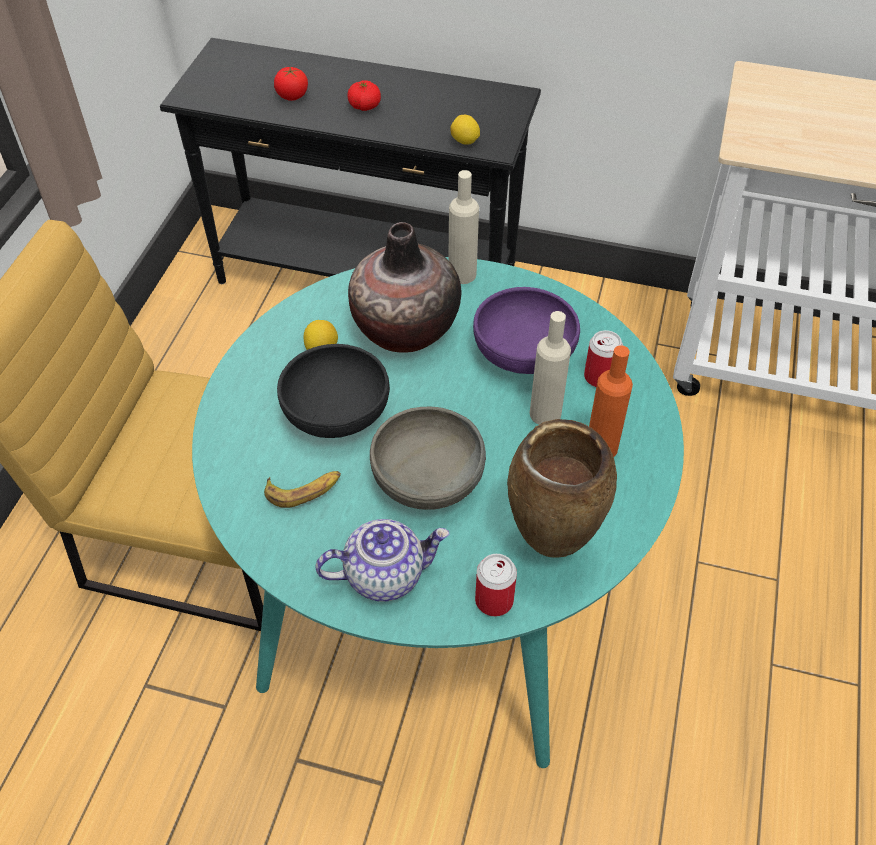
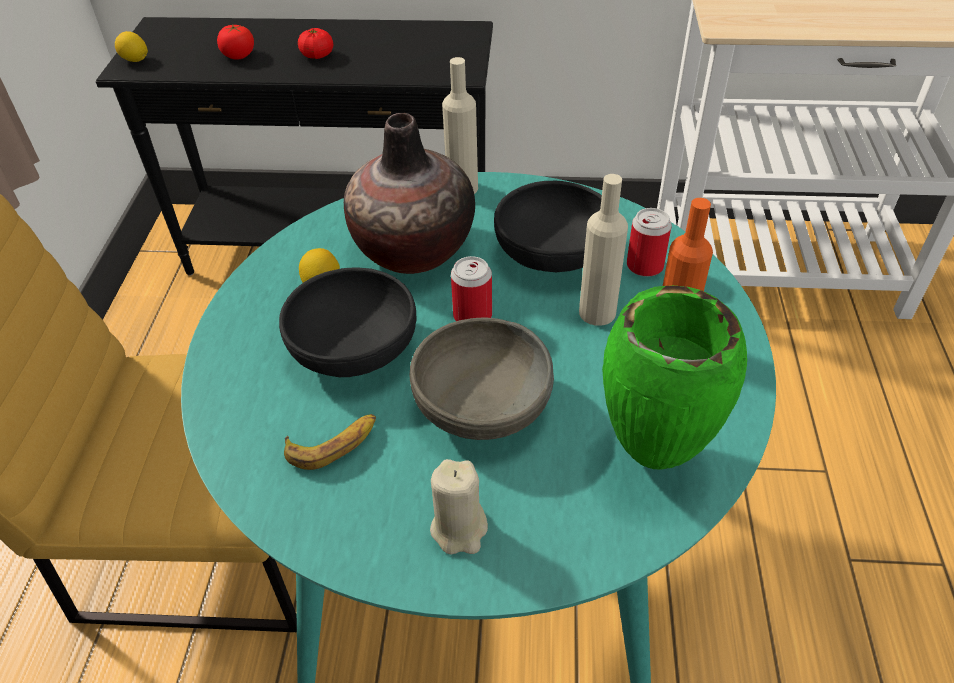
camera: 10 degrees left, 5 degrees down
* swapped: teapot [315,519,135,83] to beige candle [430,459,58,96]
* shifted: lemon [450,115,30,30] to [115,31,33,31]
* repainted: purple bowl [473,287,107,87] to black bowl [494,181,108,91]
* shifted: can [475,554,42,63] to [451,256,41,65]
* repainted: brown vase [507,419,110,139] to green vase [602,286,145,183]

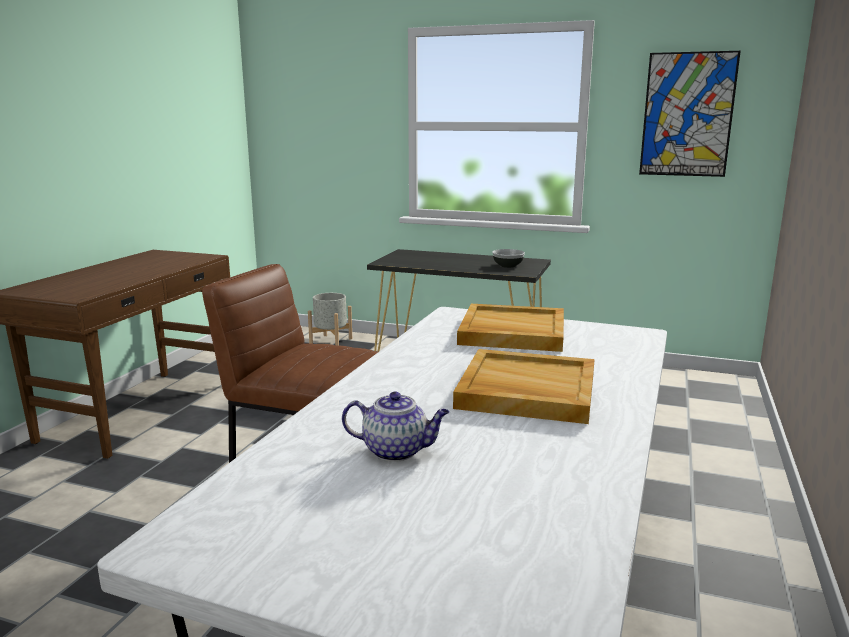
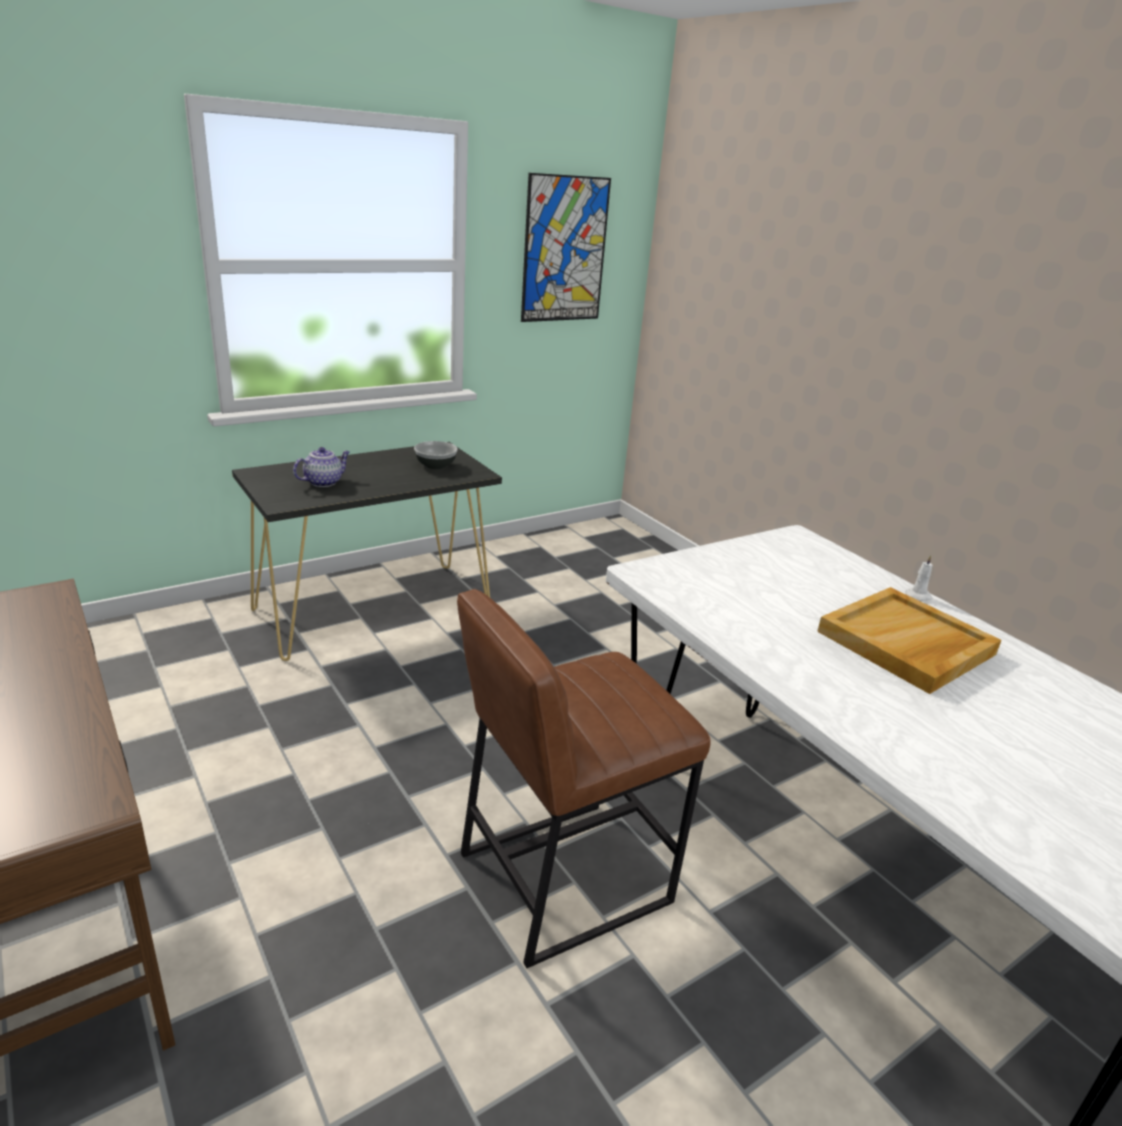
camera: 55 degrees left, 10 degrees up
* gone: grey planter [308,293,44,53]
* shifted: teapot [342,392,108,70] to [293,447,57,40]
* gone: beige tray [457,304,107,48]
* new: white candle [905,555,28,46]

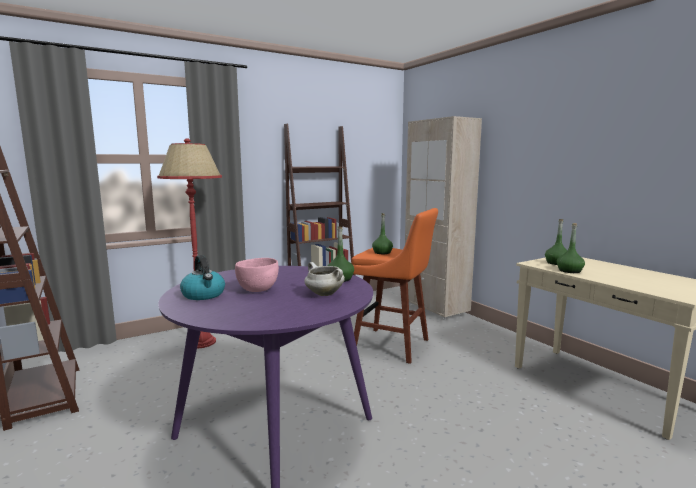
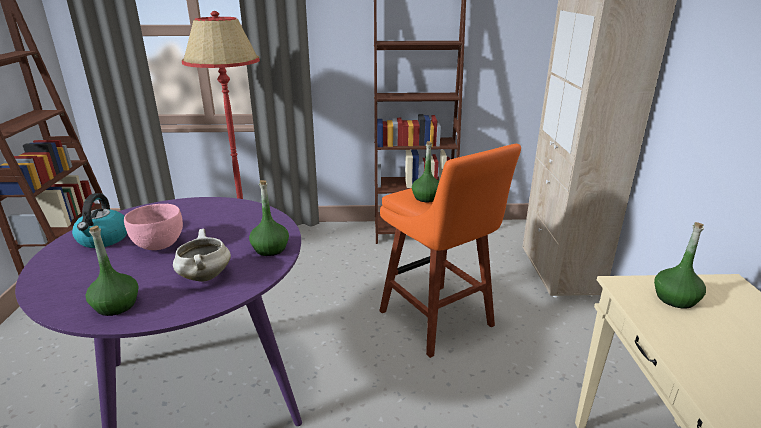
camera: 30 degrees right, 15 degrees up
* shifted: green bottle [557,223,28,50] to [86,226,52,90]

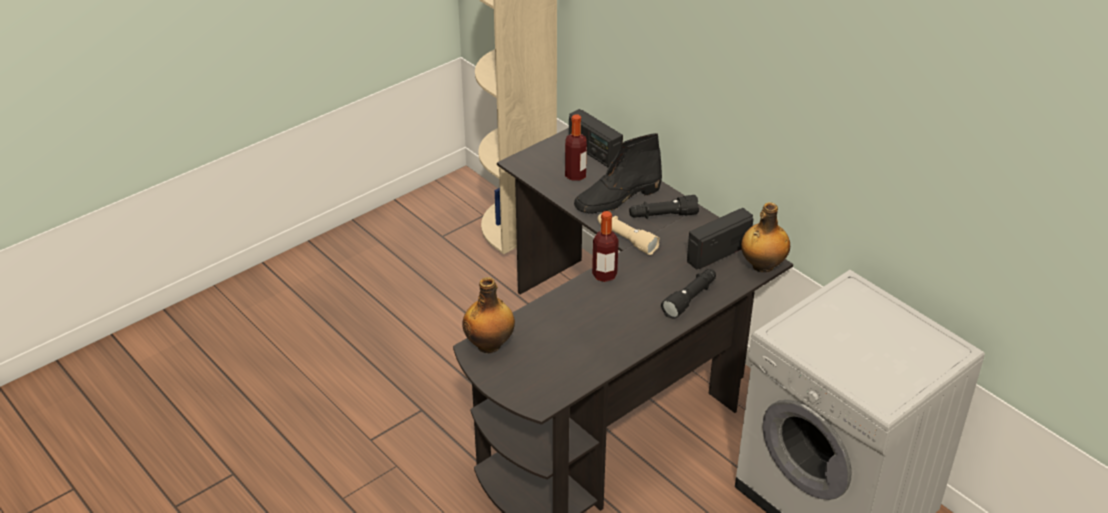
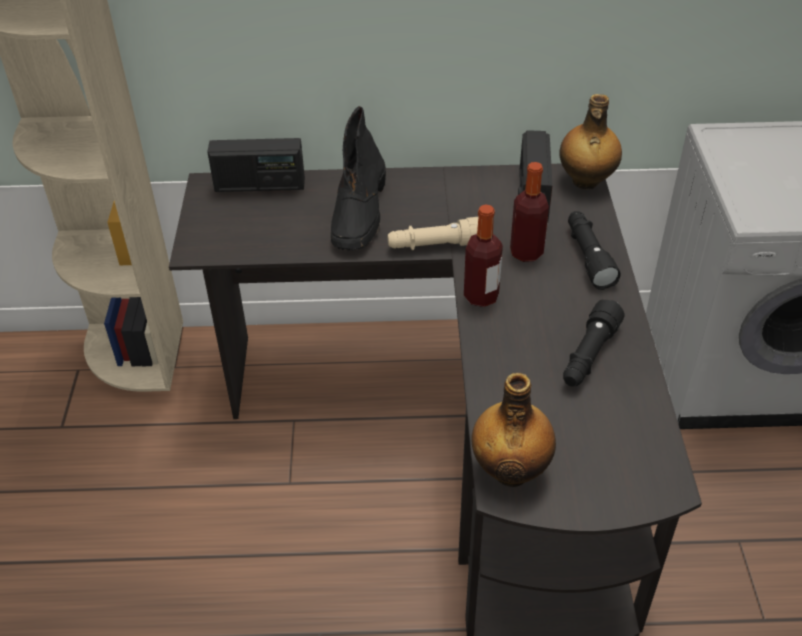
camera: 50 degrees left, 5 degrees up
* shifted: bottle [565,114,22,67] to [510,162,39,100]
* shifted: black flashlight [629,195,70,24] to [563,299,62,88]

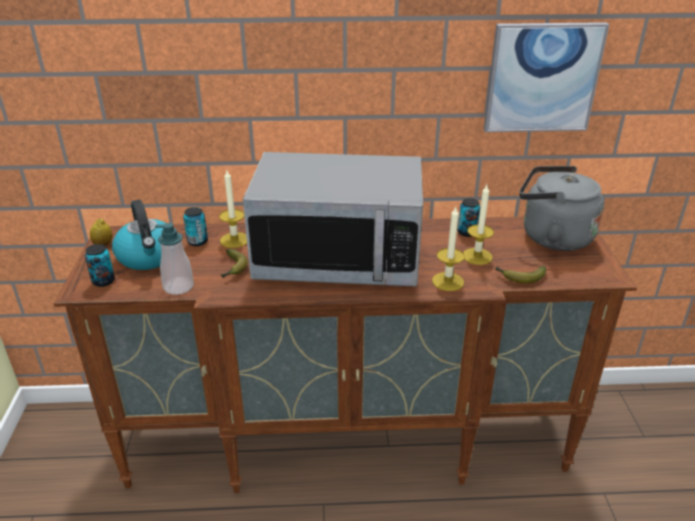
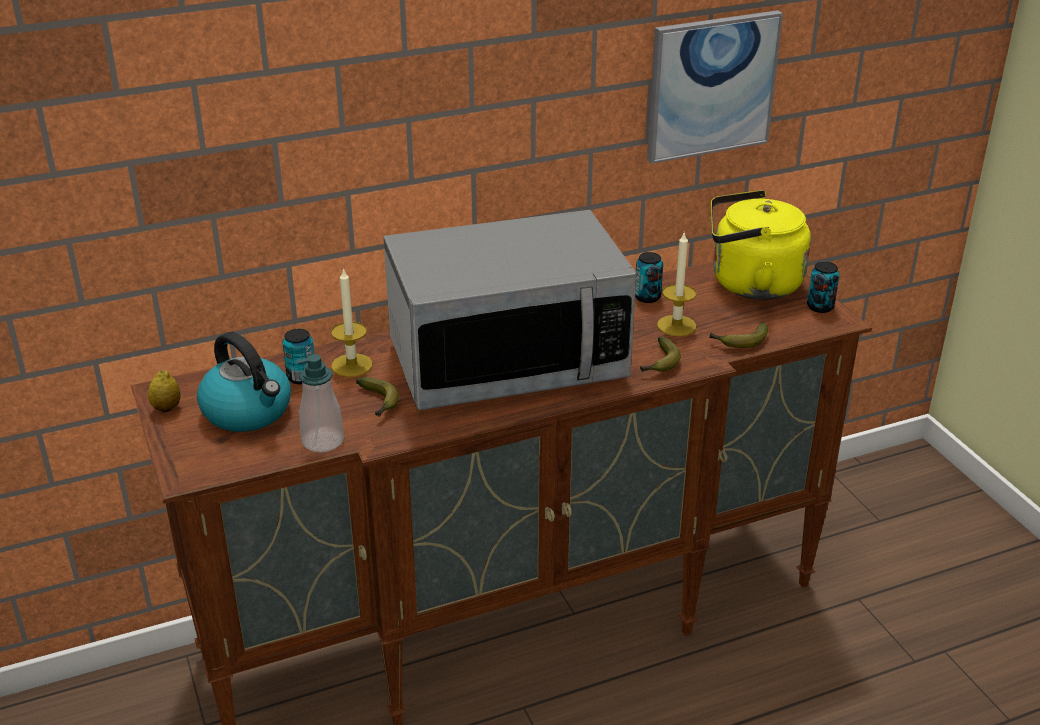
camera: 20 degrees left, 0 degrees up
* shifted: can [85,244,30,43] to [807,262,33,51]
* swapped: candle [432,207,33,84] to banana [640,337,41,35]
* repainted: grey kettle [519,166,85,85] to yellow kettle [711,190,100,110]

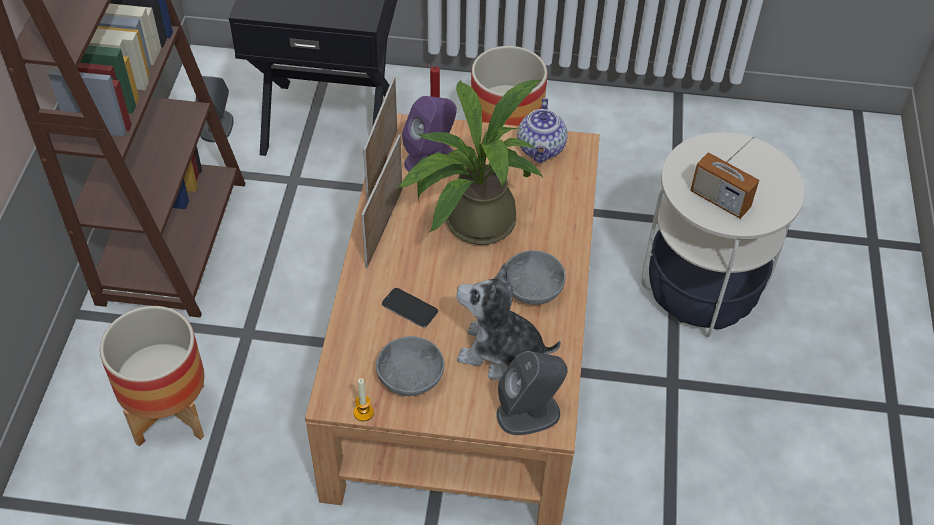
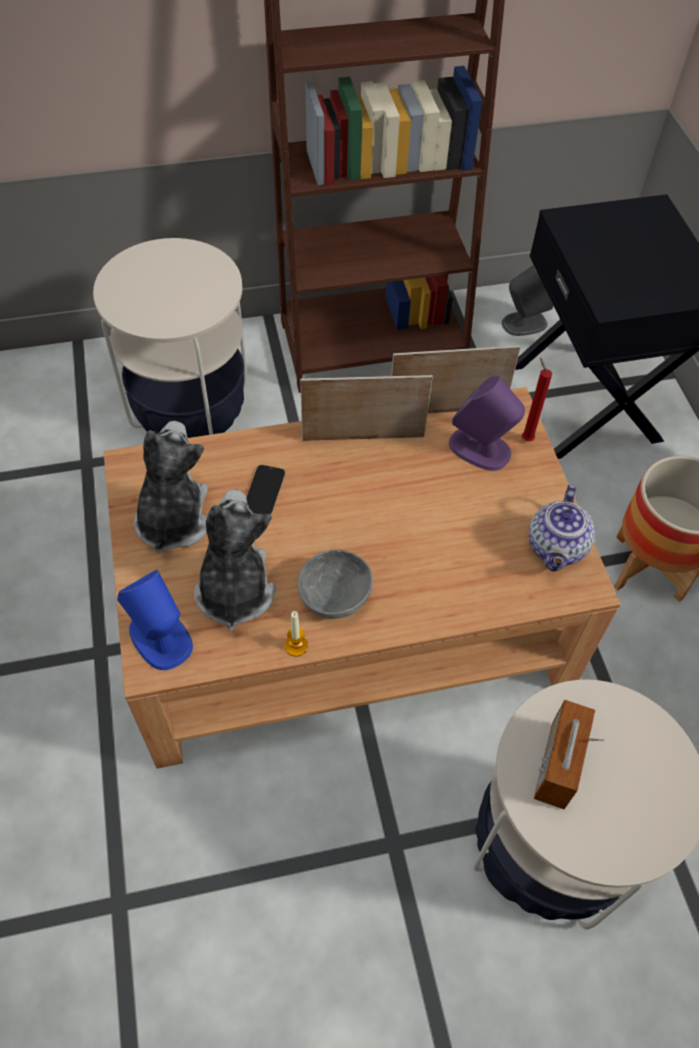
camera: 70 degrees right, 5 degrees up
* swapped: planter [100,306,105,141] to beige side table [93,238,154,200]
* shifted: candle [354,378,20,43] to [285,611,23,46]
* swapped: grey bowl [376,336,69,60] to plush toy [134,421,74,133]
* gone: potted plant [395,80,147,165]
* repainted: grey speaker [496,351,71,84] to blue speaker [117,569,76,101]
* rotated: teapot [518,98,50,65] = [529,484,66,88] 60 degrees counterclockwise

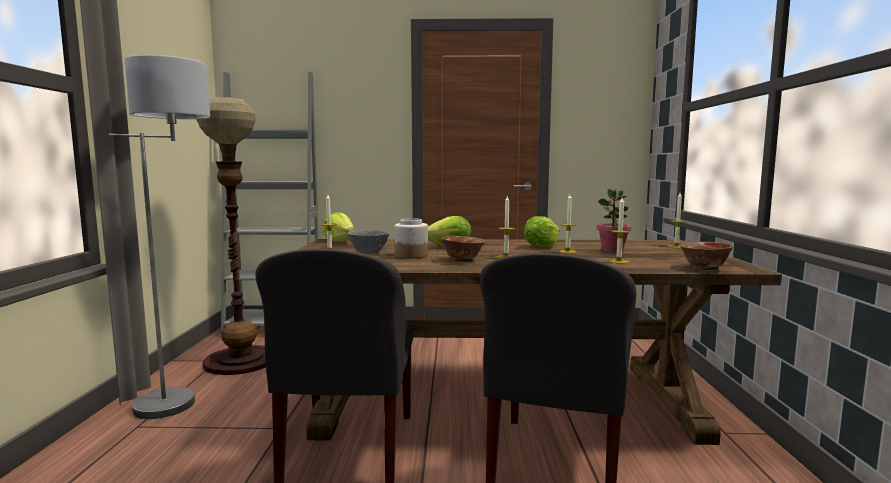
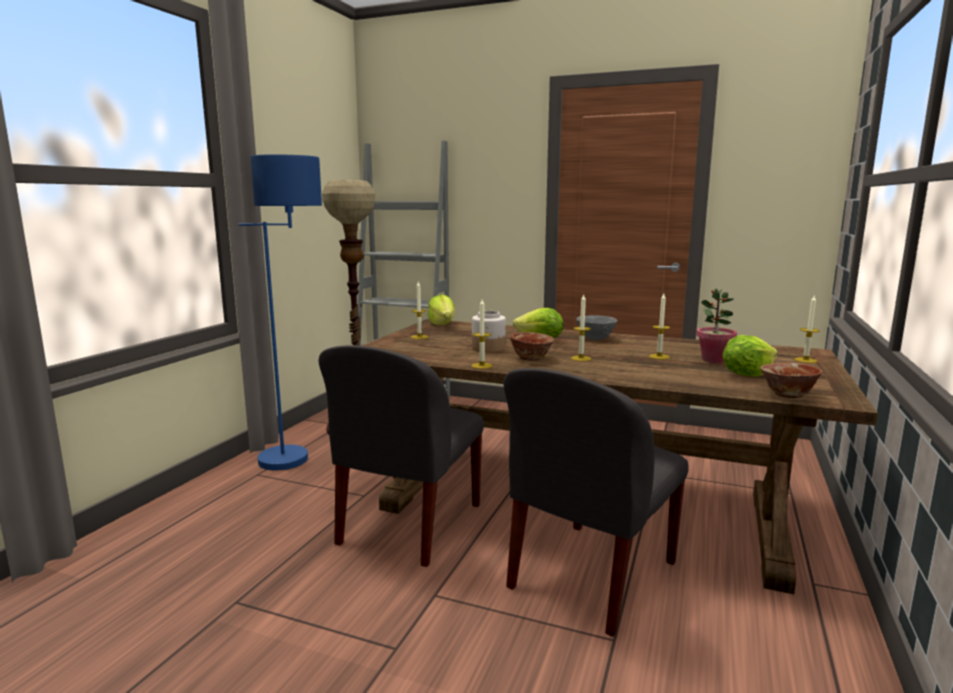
camera: 20 degrees right, 5 degrees up
* repainted: grey floor lamp [109,55,101,364] to blue floor lamp [239,154,83,316]
* shifted: grey bowl [348,230,42,24] to [576,315,41,25]
* shifted: lettuce [524,216,35,31] to [722,335,56,42]
* shifted: candle [609,198,20,66] to [472,299,20,70]

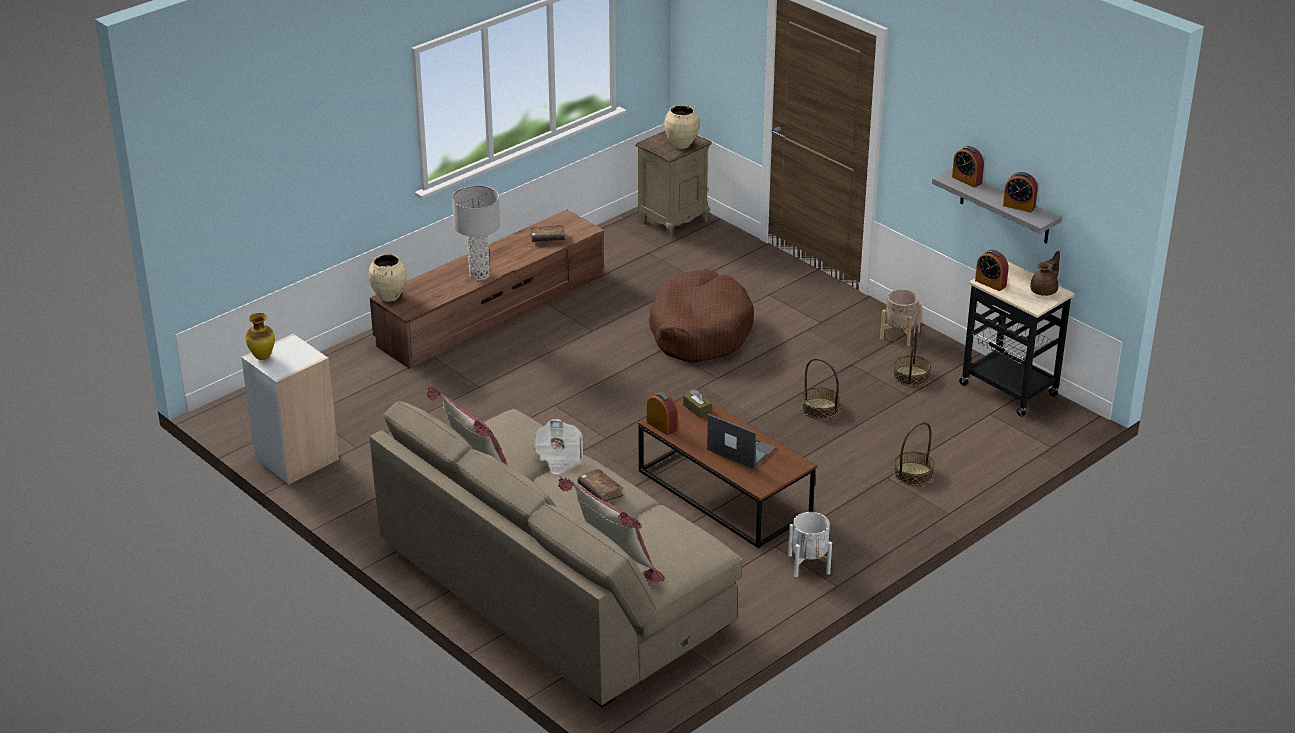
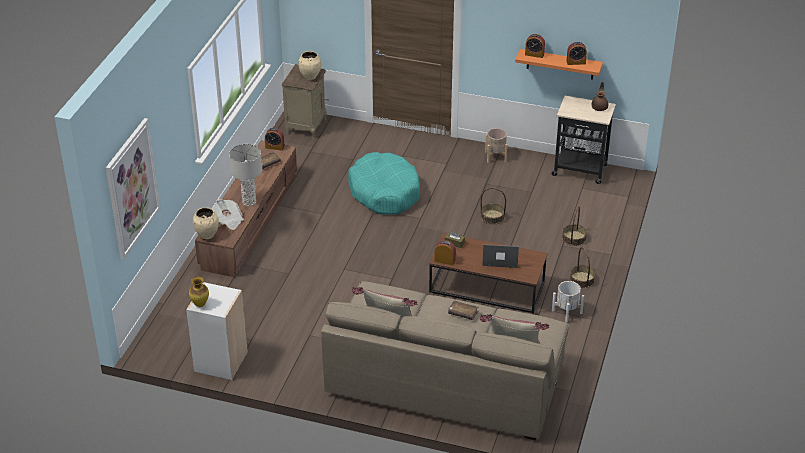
camera: 30 degrees left, 5 degrees up
* shifted: newspaper [534,419,49,56] to [212,199,32,31]
* repainted: brown dog bed [649,269,105,94] to turquoise dog bed [348,152,72,63]
* shifted: basket [893,325,38,61] to [570,247,25,41]
* repainted: grey shelf [932,168,130,76] to orange shelf [515,49,88,31]
* shifted: alarm clock [975,250,33,41] to [265,128,20,22]
* new: picture [106,118,54,141]

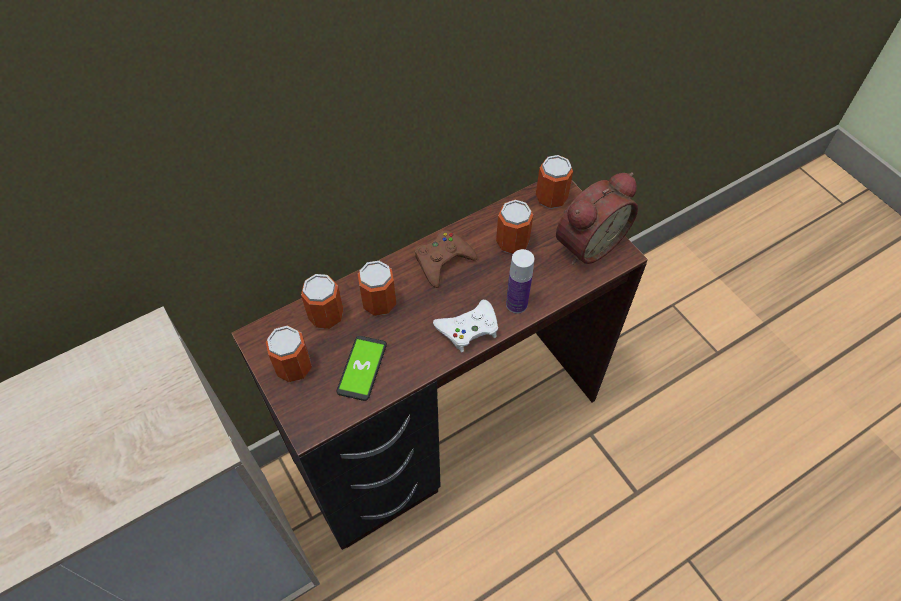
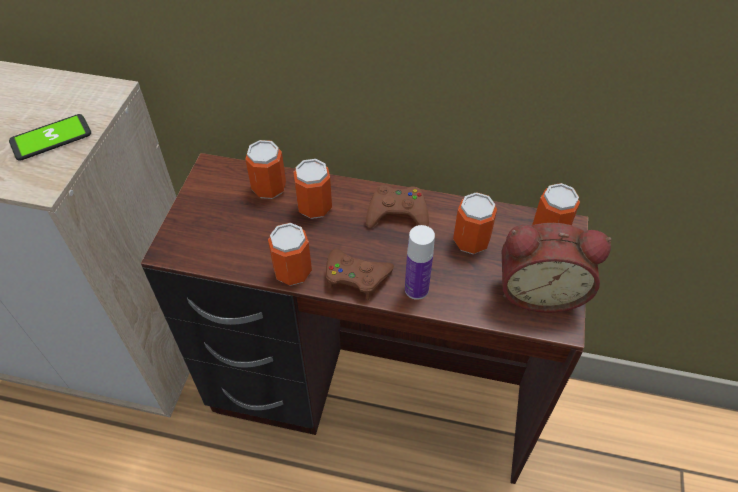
camera: 45 degrees right, 5 degrees down
* shifted: can [266,326,46,56] to [268,223,44,63]
* shifted: phone [336,336,51,65] to [9,114,82,47]
* repainted: white game controller [433,300,65,52] to brown game controller [326,249,68,51]

